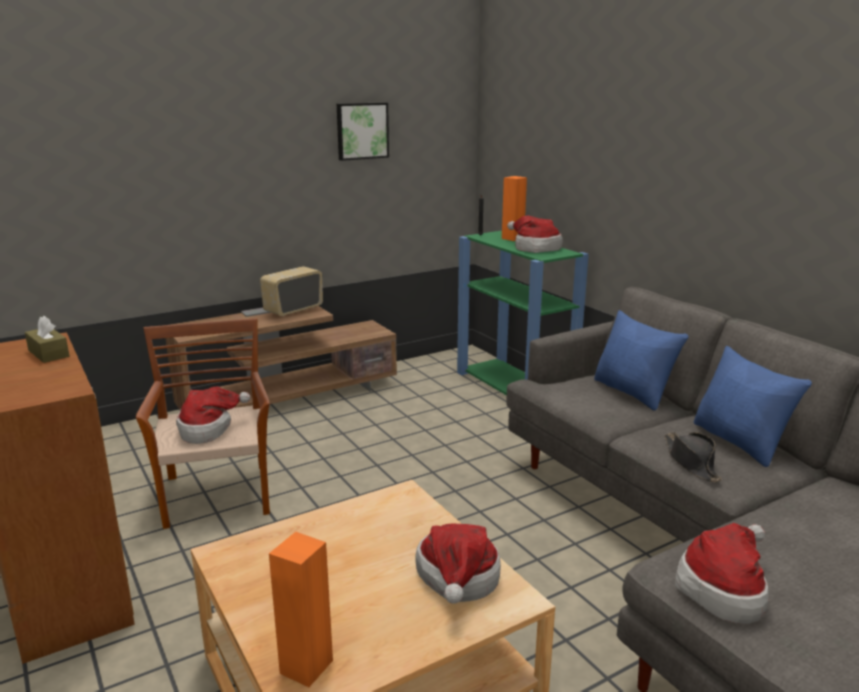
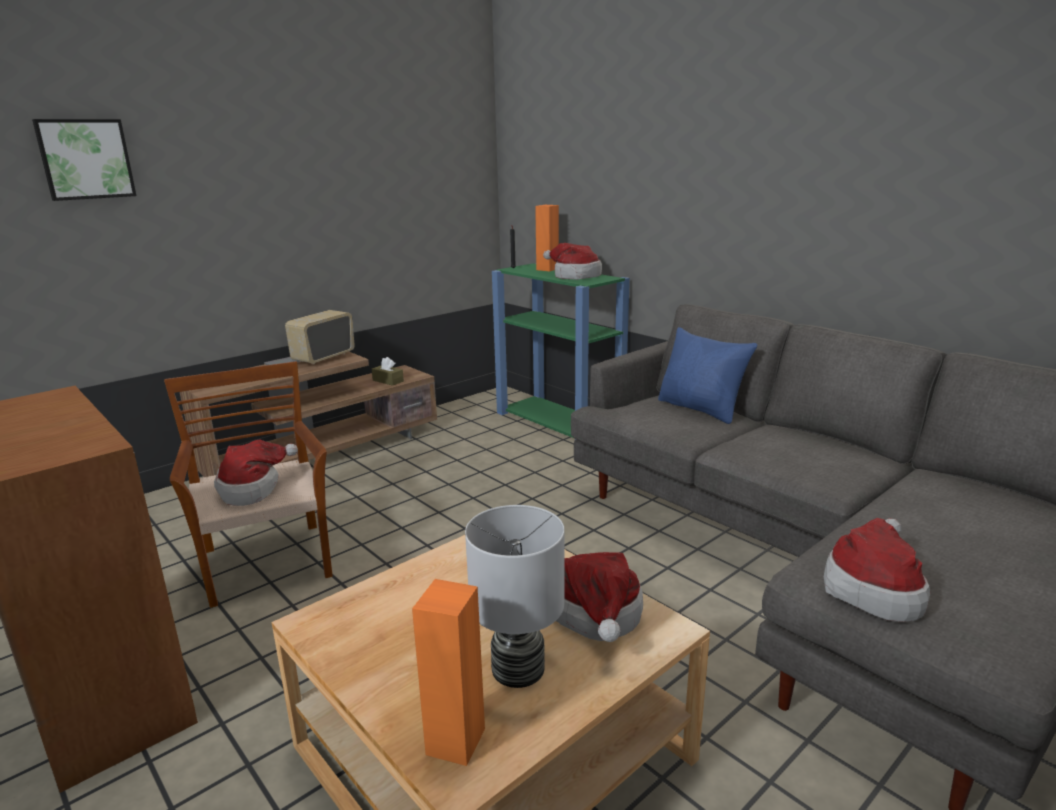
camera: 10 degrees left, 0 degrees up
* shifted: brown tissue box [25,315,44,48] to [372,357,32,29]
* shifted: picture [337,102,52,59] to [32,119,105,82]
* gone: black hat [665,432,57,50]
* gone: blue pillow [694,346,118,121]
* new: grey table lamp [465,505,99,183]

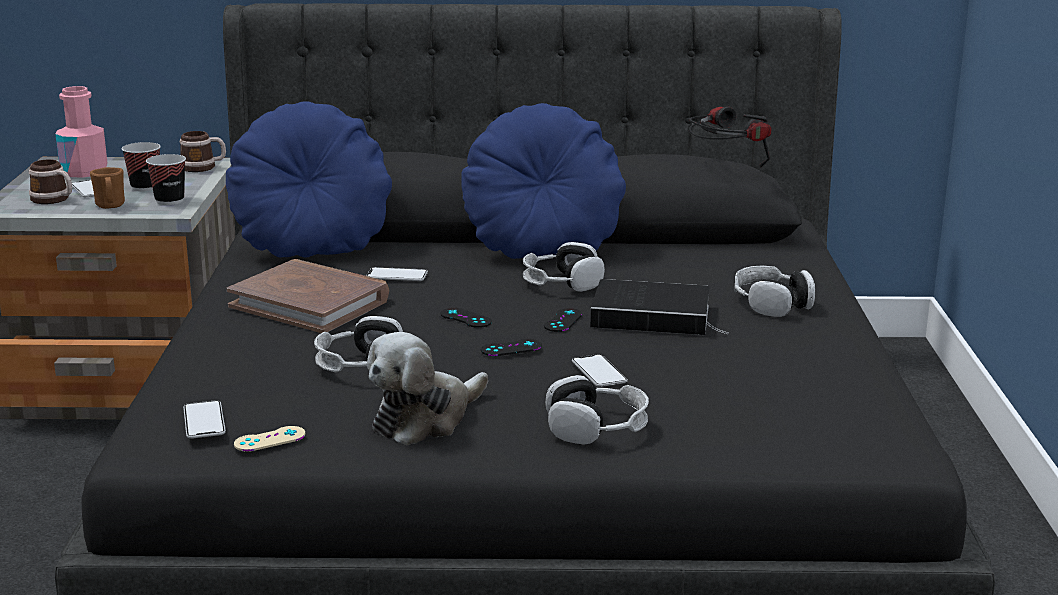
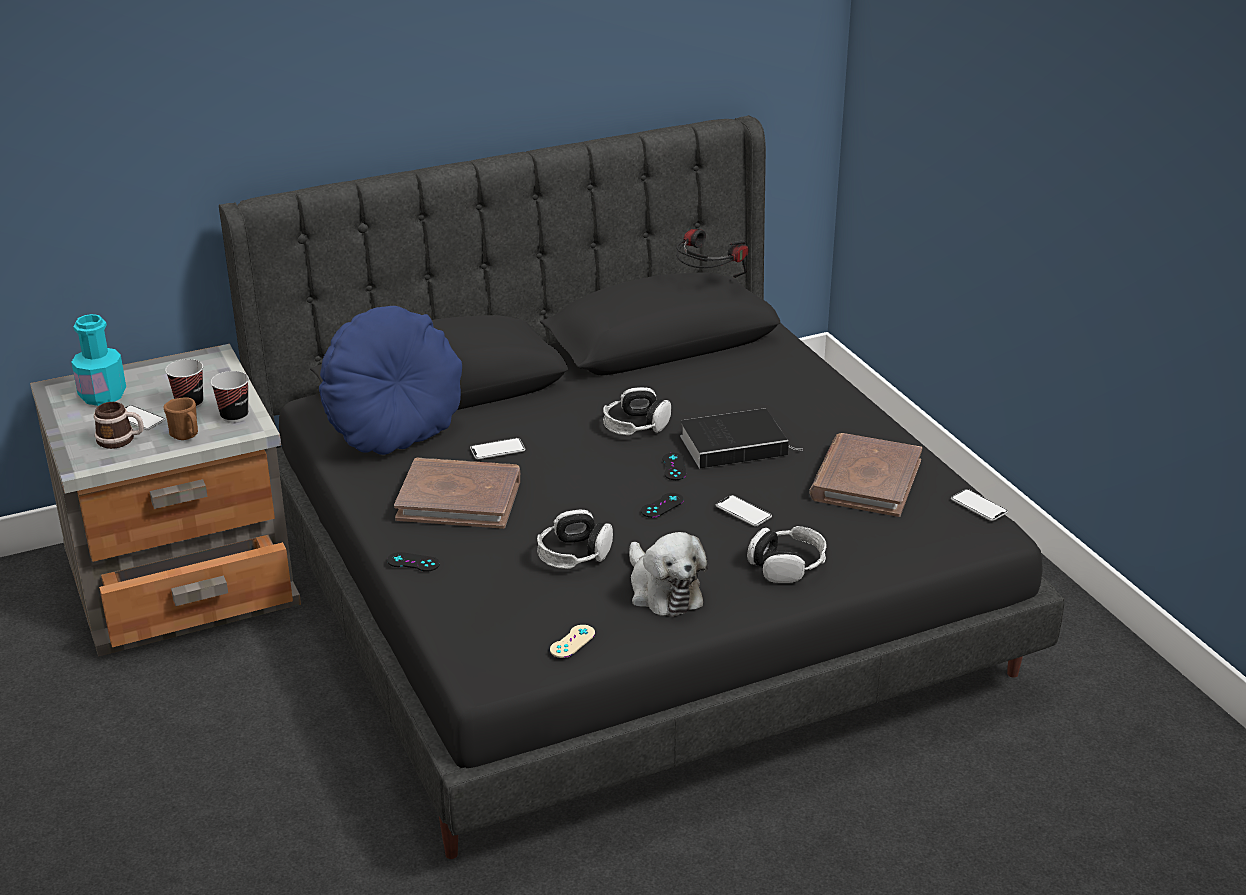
camera: 25 degrees left, 10 degrees up
* repainted: pink bottle [55,86,52,92] to turquoise bottle [71,314,55,92]
* gone: mug [180,131,46,41]
* shifted: phone [183,400,43,39] to [951,489,57,32]
* rotated: plush toy [367,332,121,113] = [629,532,79,85] 45 degrees counterclockwise
* shifted: black game controller [441,308,51,20] to [387,552,53,20]
* gone: blue pillow [461,103,165,156]
* gone: headphones [734,265,81,52]
* new: brown book [810,433,112,84]

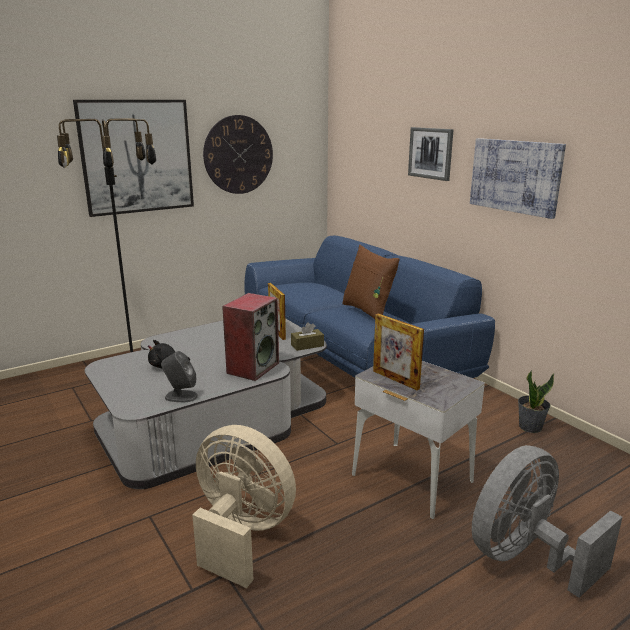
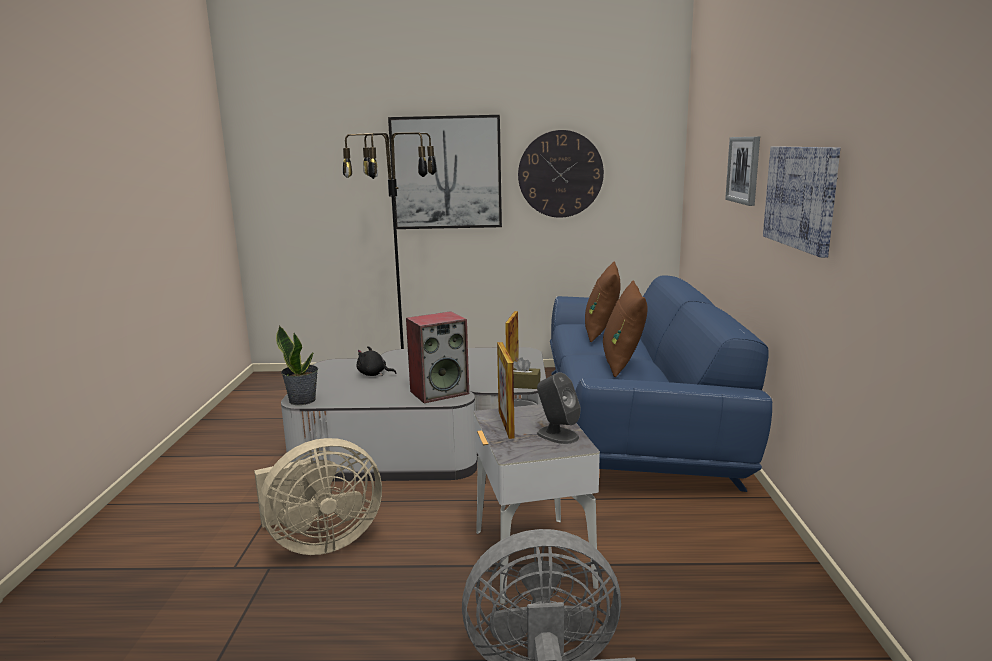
camera: 35 degrees right, 5 degrees down
* shifted: grey speaker [161,351,37,51] to [537,372,44,72]
* rotated: beige fan [192,425,104,163] = [254,438,128,117] 90 degrees clockwise
* shifted: potted plant [518,370,36,63] to [276,326,42,79]
* new: brown pillow [585,262,36,80]

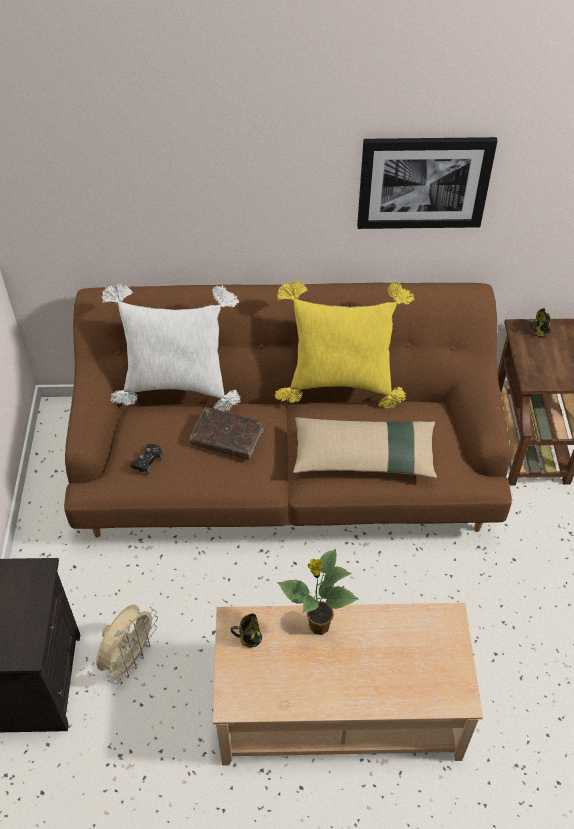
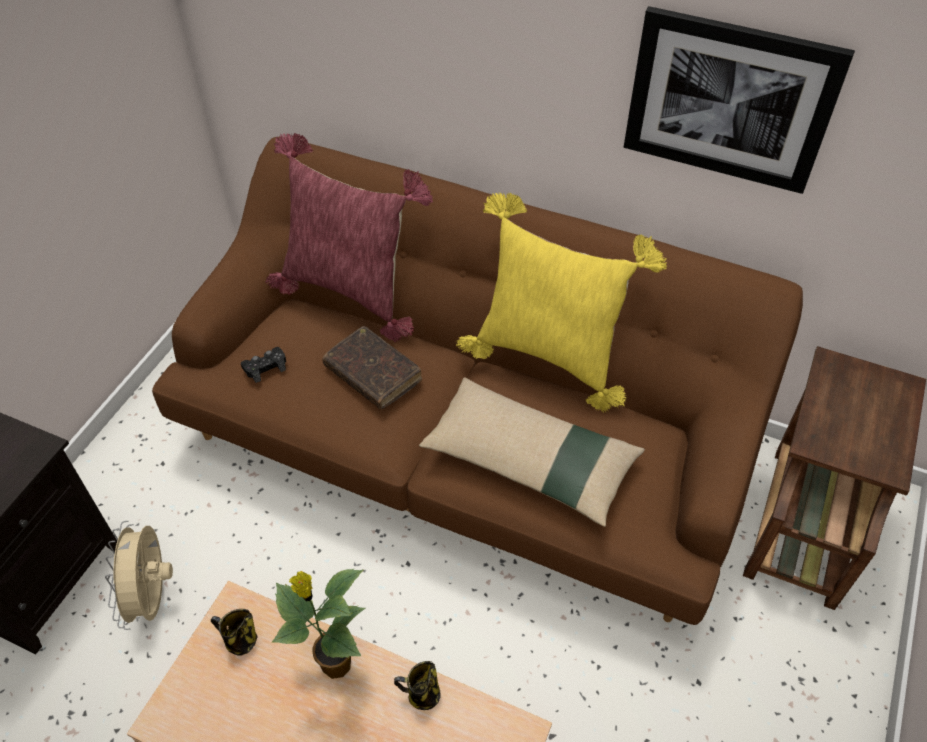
camera: 25 degrees right, 0 degrees up
* rotated: beige fan [96,604,62,80] = [105,521,68,109] 120 degrees clockwise
* repainted: white pillow [102,283,139,129] to red pillow [265,133,168,209]
* shifted: mug [530,308,21,29] to [394,661,47,49]

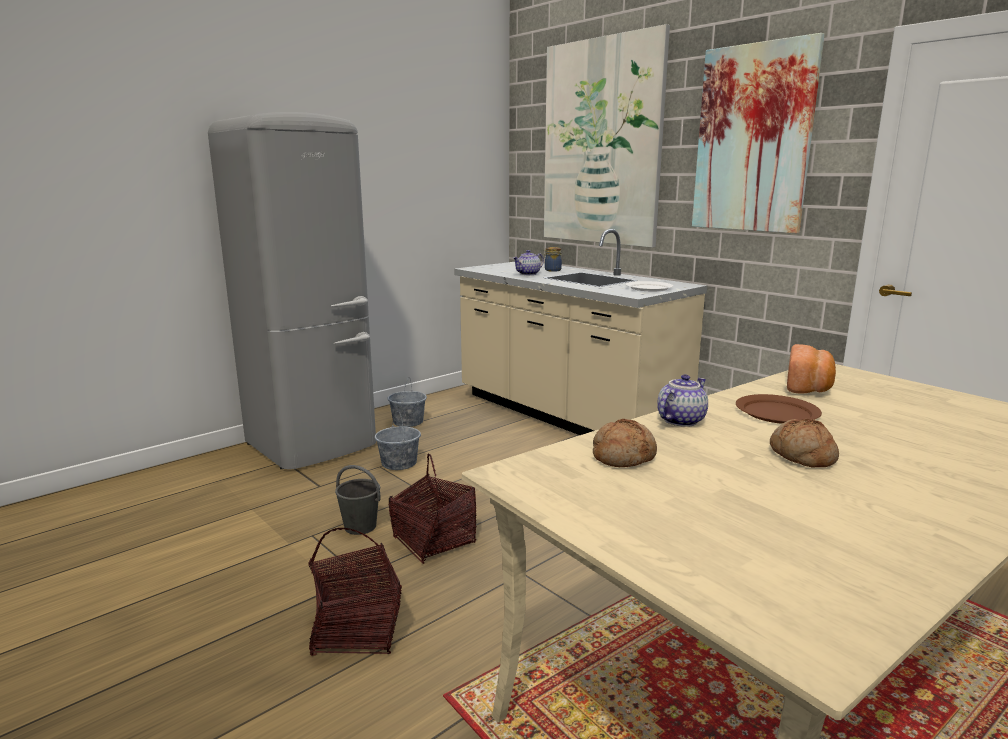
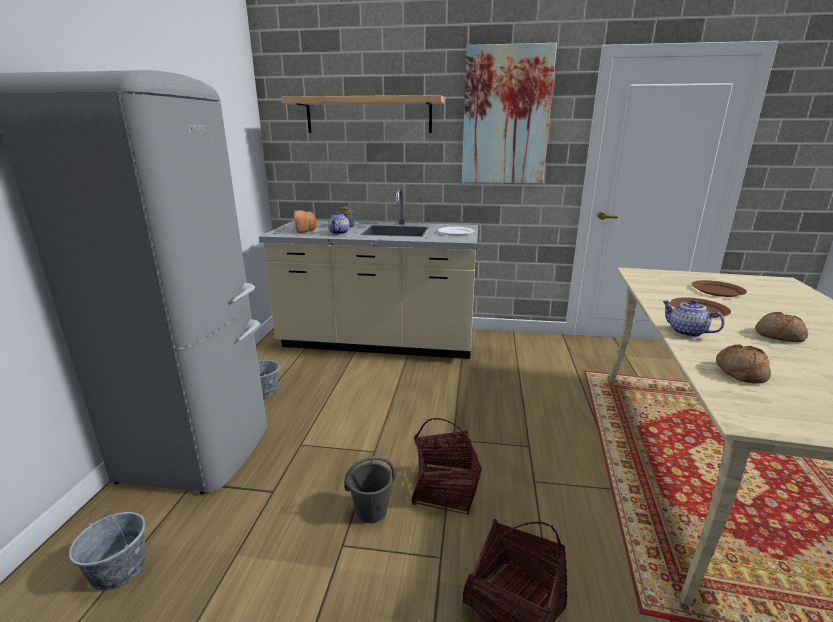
camera: 40 degrees left, 5 degrees up
* shifted: grey bucket [375,411,46,59] to [69,507,77,83]
* swapped: picture [544,24,126,223] to shelf [281,95,164,38]
* rotated: teapot [657,375,51,52] = [662,299,63,38] 45 degrees counterclockwise
* shifted: bread [787,344,49,50] to [294,210,23,23]
* new: brown plate [691,280,56,17]

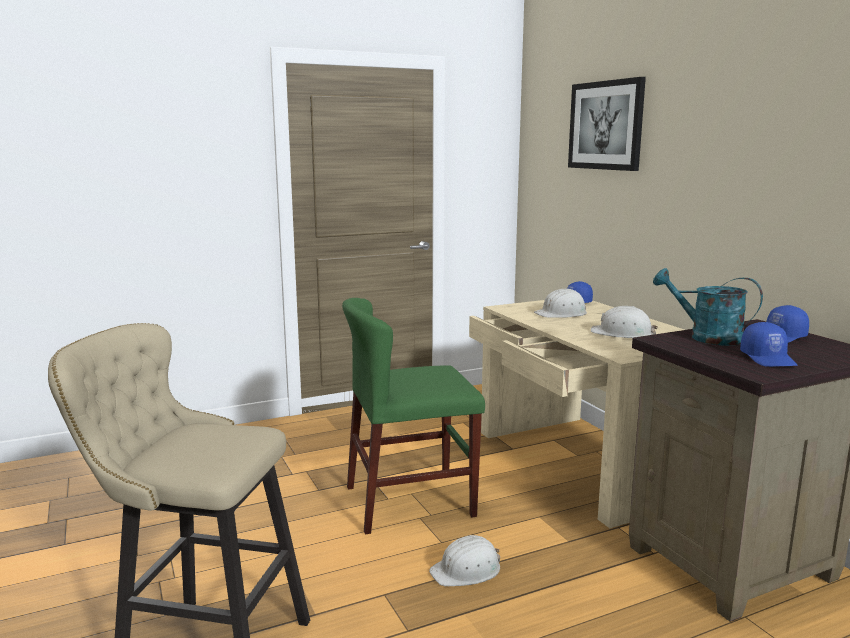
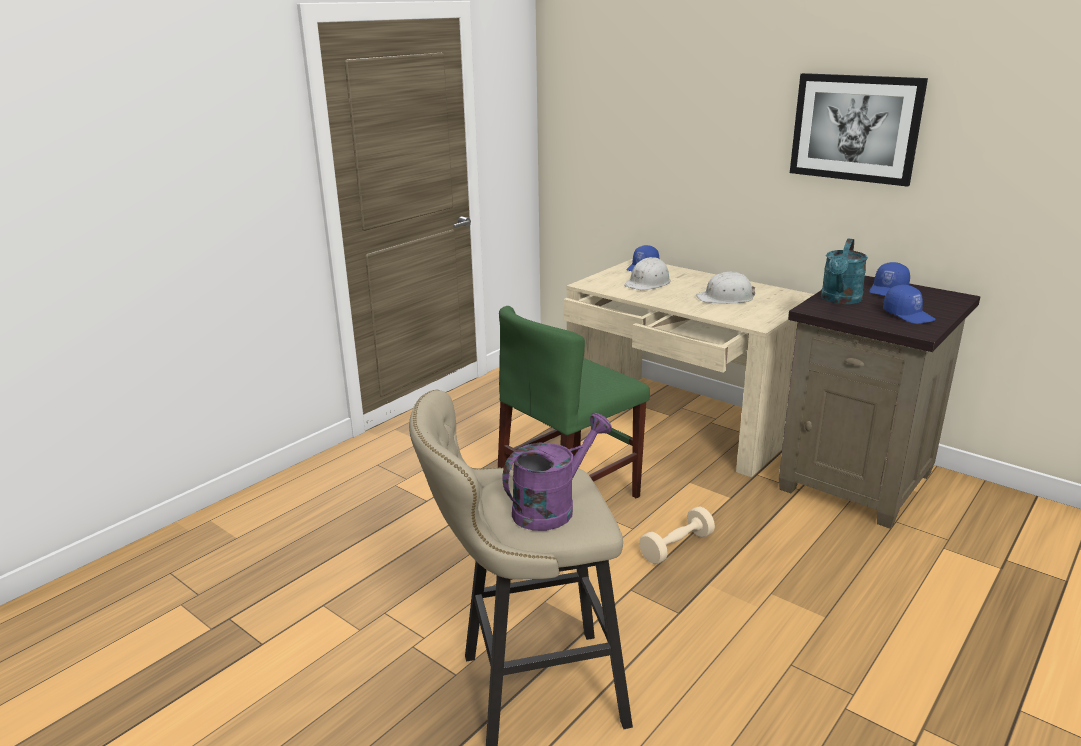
camera: 25 degrees left, 10 degrees up
* swapped: white hard hat [429,535,71,51] to beige dumbbell [639,506,76,58]
* shifted: picture [568,77,78,94] to [790,73,138,114]
* rotated: turquoise watering can [653,268,110,78] = [821,239,47,65] 75 degrees counterclockwise
* new: purple watering can [503,413,109,118]

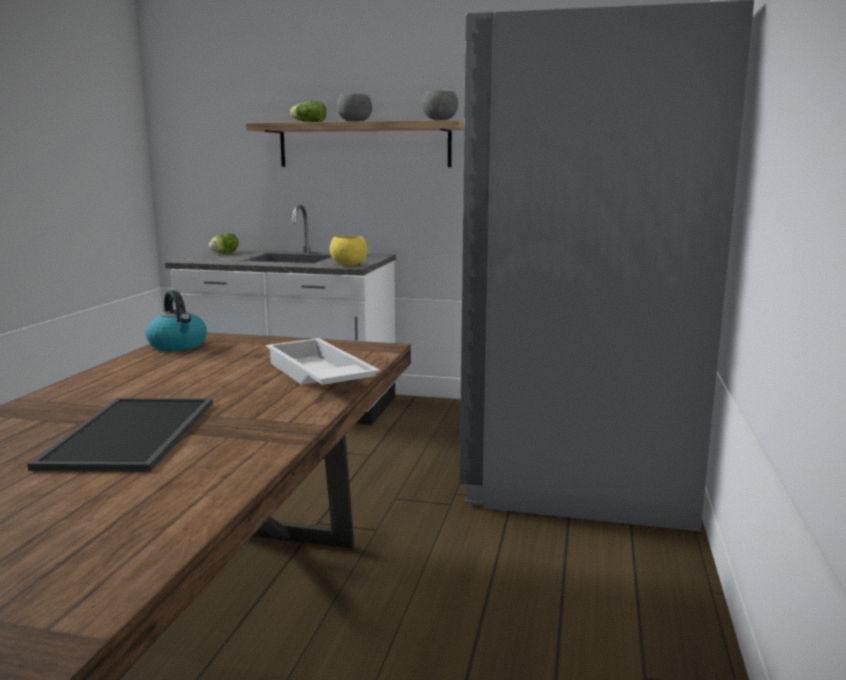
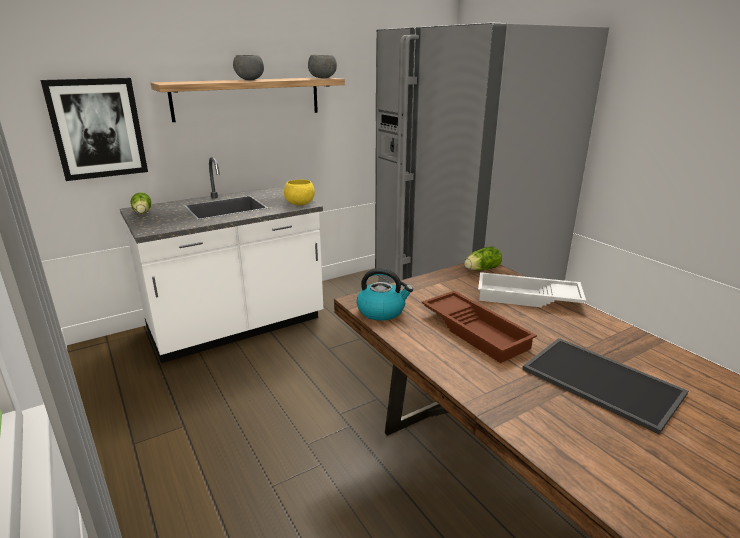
camera: 45 degrees left, 10 degrees up
* shifted: lettuce [290,101,36,21] to [464,247,38,24]
* new: picture [40,78,108,103]
* new: brown tray [421,291,116,72]

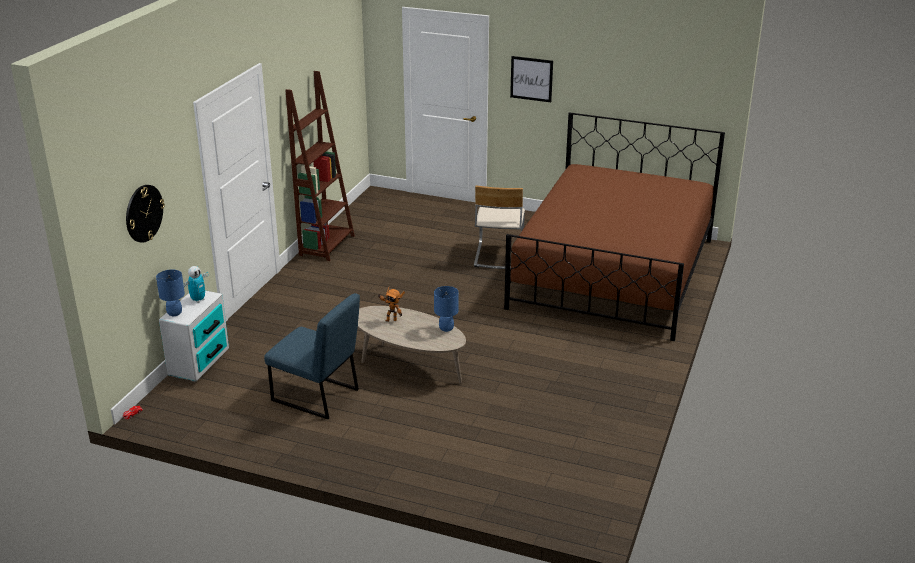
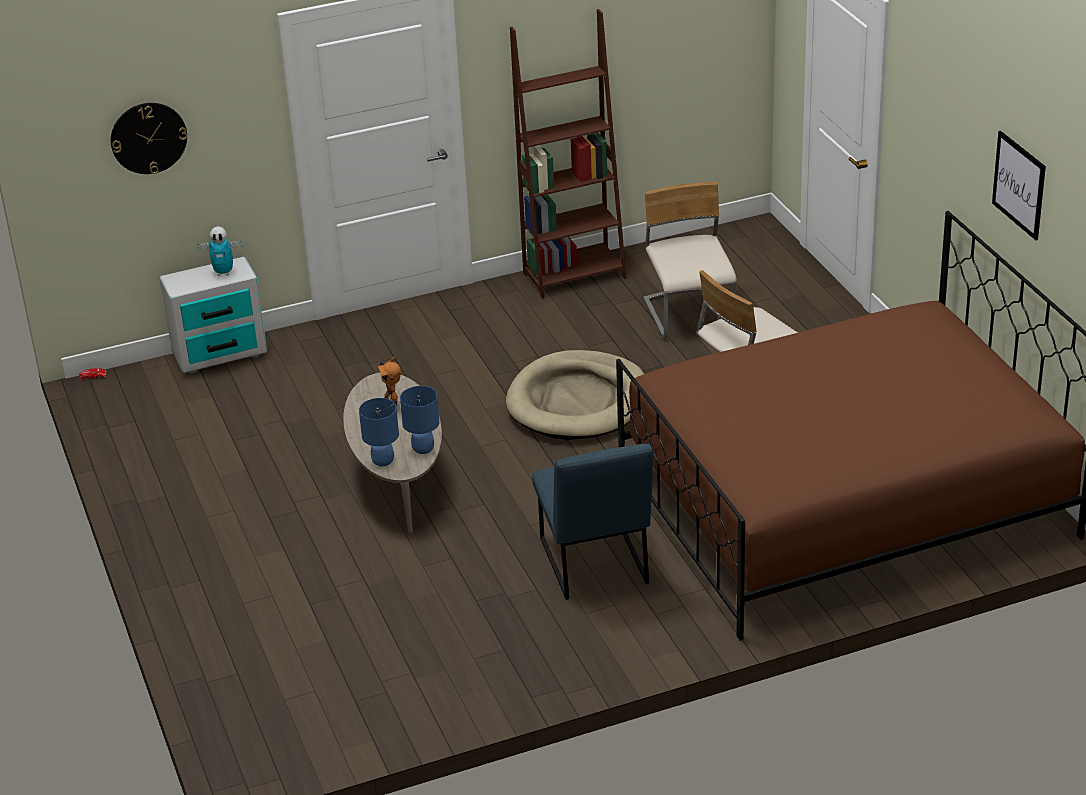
camera: 50 degrees right, 5 degrees up
* shifted: blue table lamp [156,270,29,46] to [359,398,40,68]
* shifted: blue chair [264,293,96,126] to [532,444,121,156]
* shifted: picture [510,56,43,46] to [992,131,54,109]
* new: beige dog bed [506,350,138,90]
* new: beige chair [643,182,94,156]

